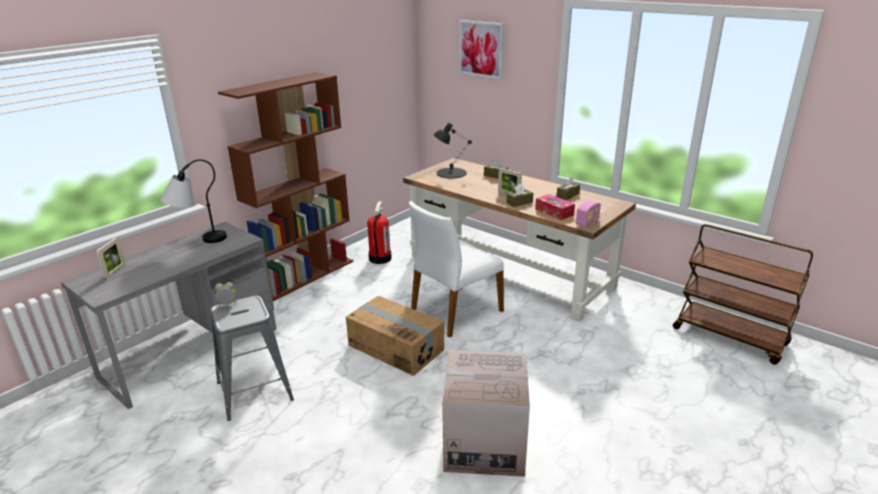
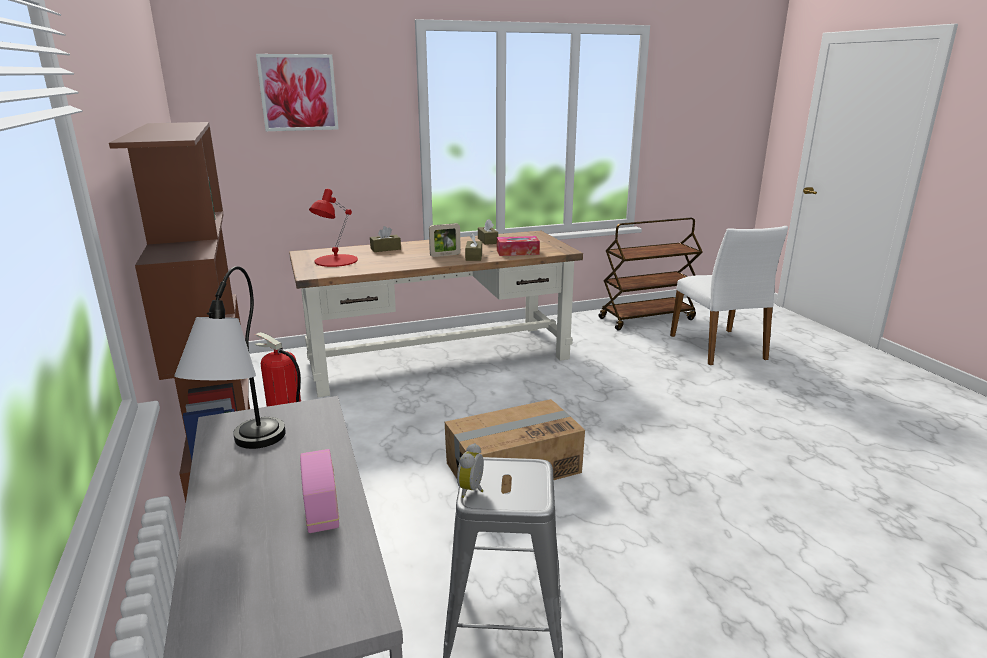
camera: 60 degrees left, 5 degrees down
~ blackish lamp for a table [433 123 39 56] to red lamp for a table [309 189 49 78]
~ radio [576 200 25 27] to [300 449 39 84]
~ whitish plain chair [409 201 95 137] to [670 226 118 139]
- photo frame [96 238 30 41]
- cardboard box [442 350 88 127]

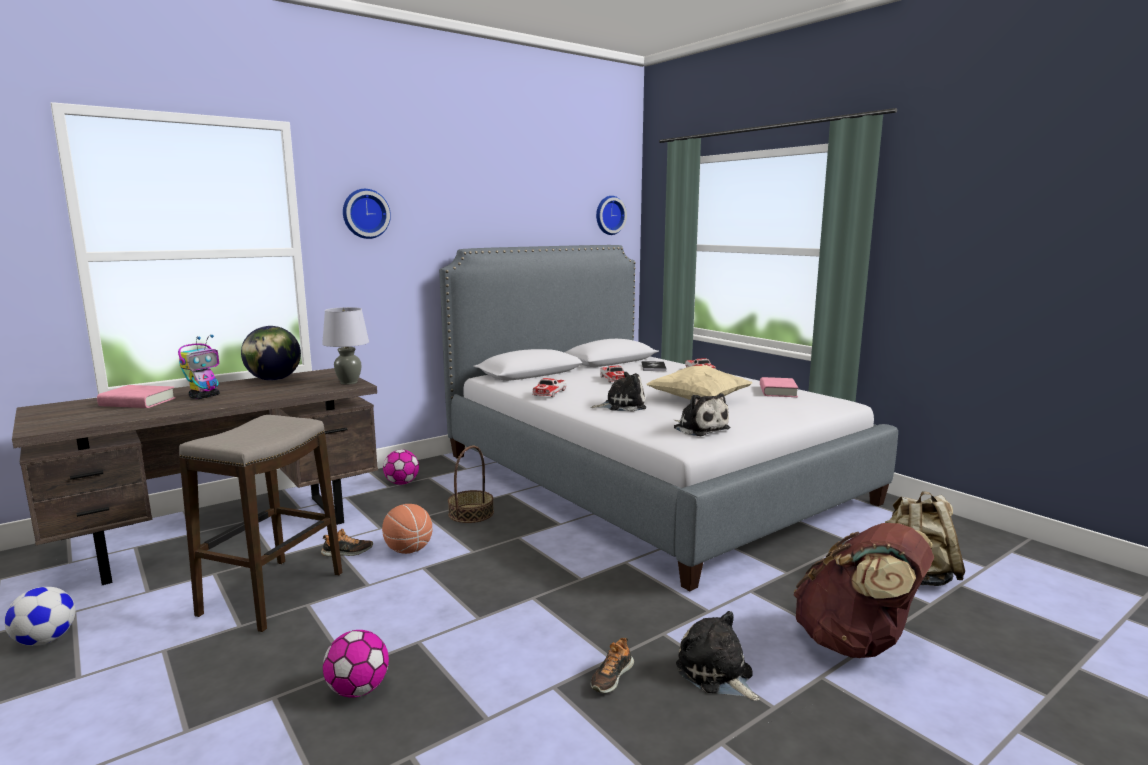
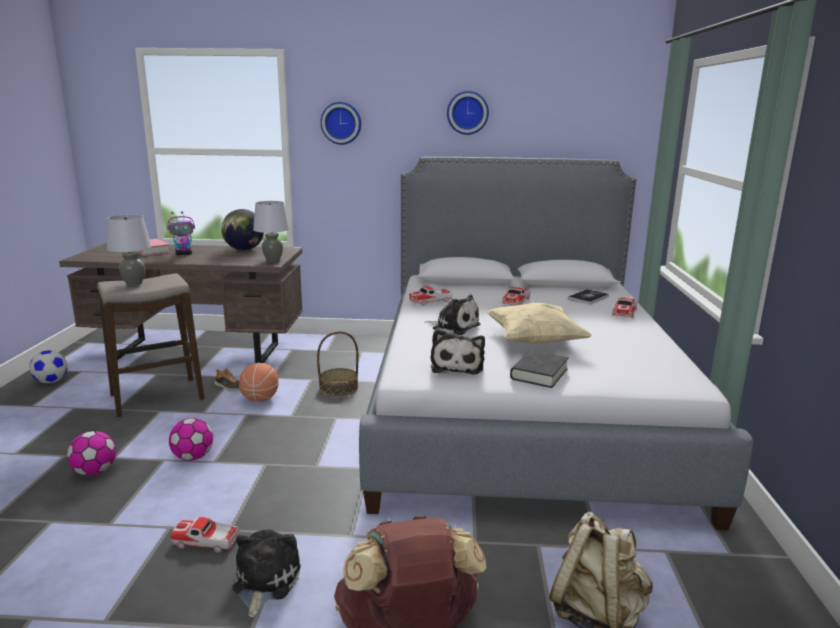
camera: 40 degrees right, 5 degrees up
~ wall clock [596 196 31 39] to [447 91 42 44]
- pinkish bound book [760 377 38 20]
~ football ball [383 450 36 35] to [169 418 44 43]
~ item of footwear [591 638 43 55] to miniature car [170 517 70 36]
+ grey lamp for a table [107 214 45 72]
+ blackish bound book [510 350 59 38]

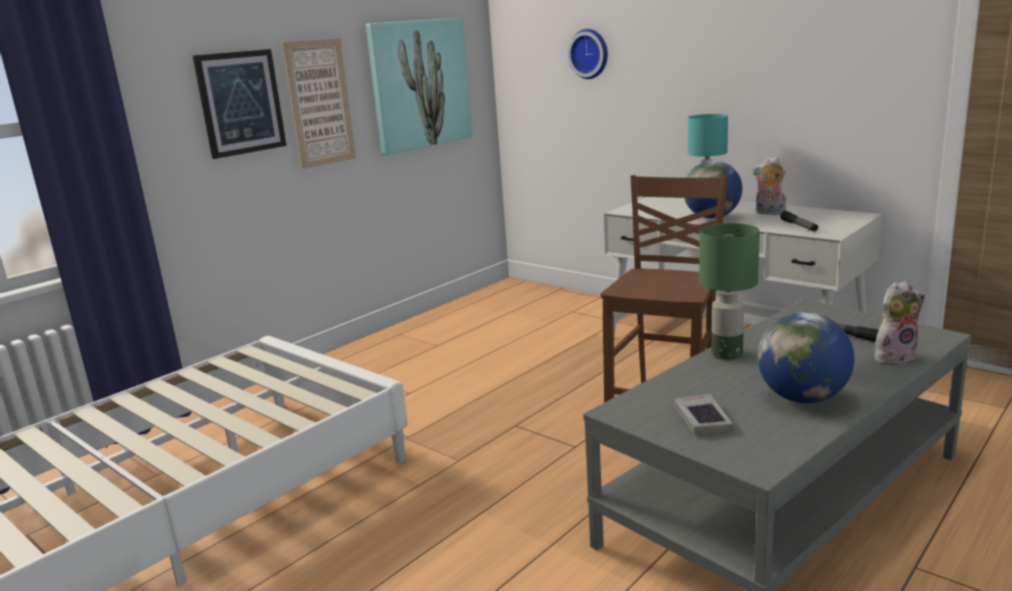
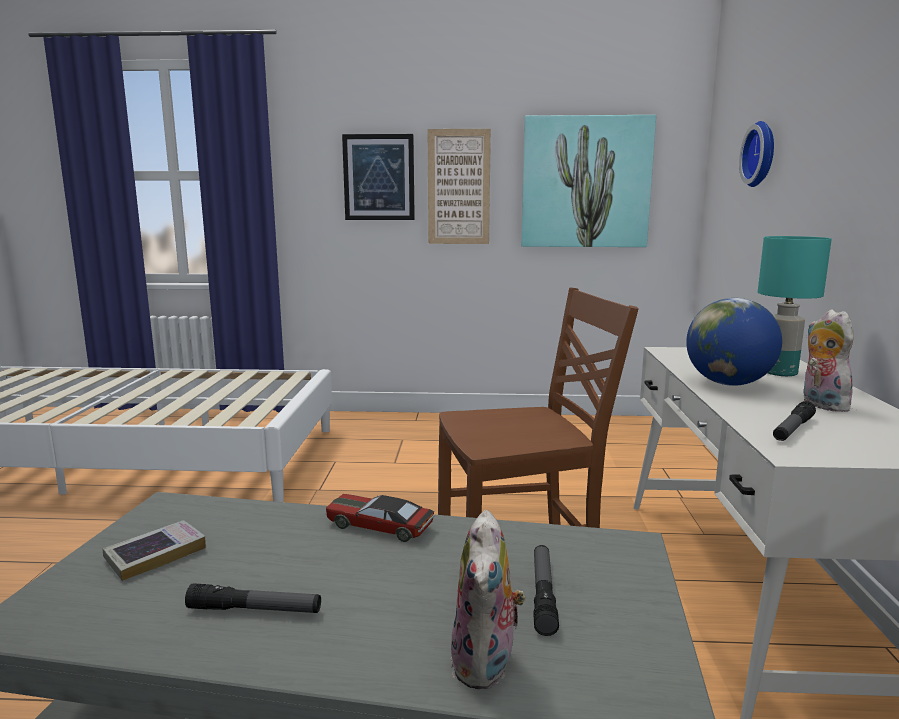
camera: 50 degrees right, 5 degrees down
~ green-coloured lamp for a table [699 223 61 136] to miniature car [326 494 108 48]
~ soft toy [874 281 51 86] = [451 510 75 179] 60 degrees clockwise
~ desk globe [757 312 97 91] to torch [185 583 136 30]

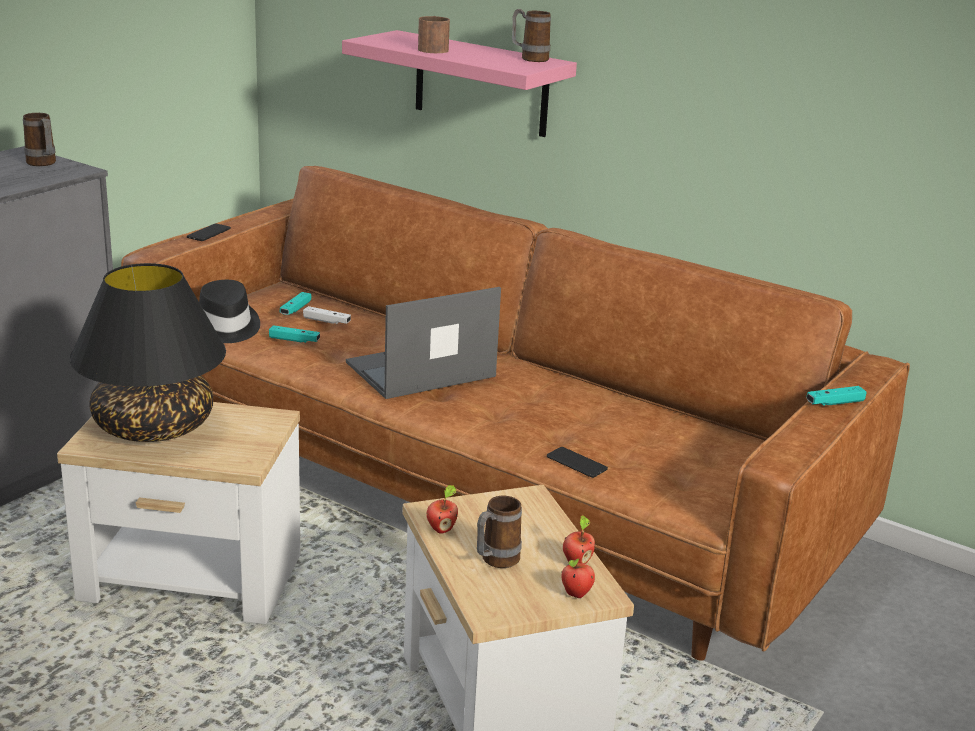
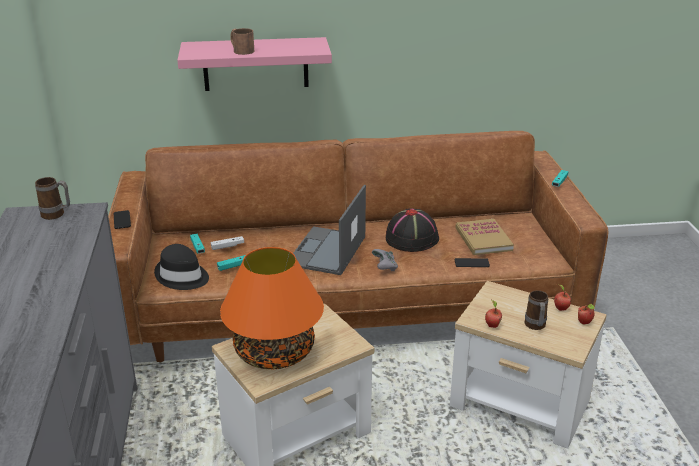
camera: 40 degrees left, 5 degrees up
- coffee mug [512 9 39 53]
~ blackish lamp for a table [70 263 156 179] to orange lamp for a table [220 247 104 122]
+ blackish wearable hat [386 208 53 44]
+ bound book [455 219 59 36]
+ grey gamepad [372 249 26 22]

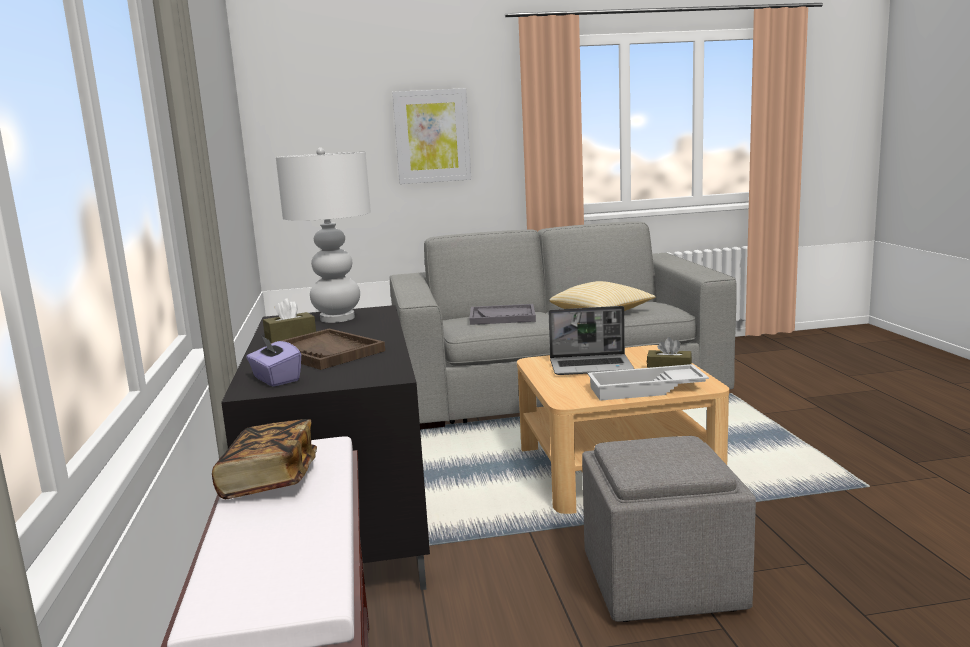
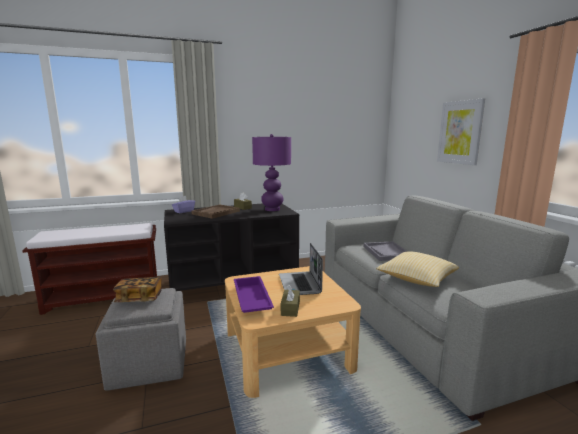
camera: 80 degrees right, 0 degrees up
~ whitish lamp for a table [276 148 95 175] to purple lamp for a table [252 134 39 77]
~ whitish carrying tray [587 364 122 37] to purple carrying tray [234 276 40 37]
~ bound book [212 419 105 80] to [113 277 49 25]

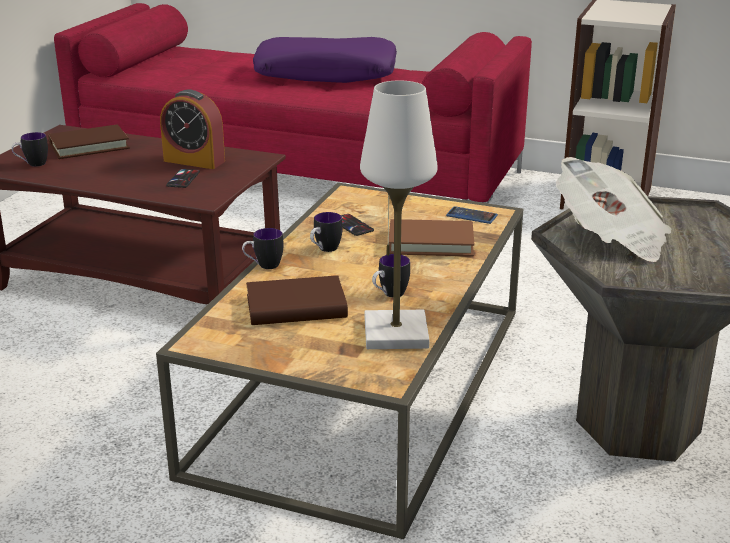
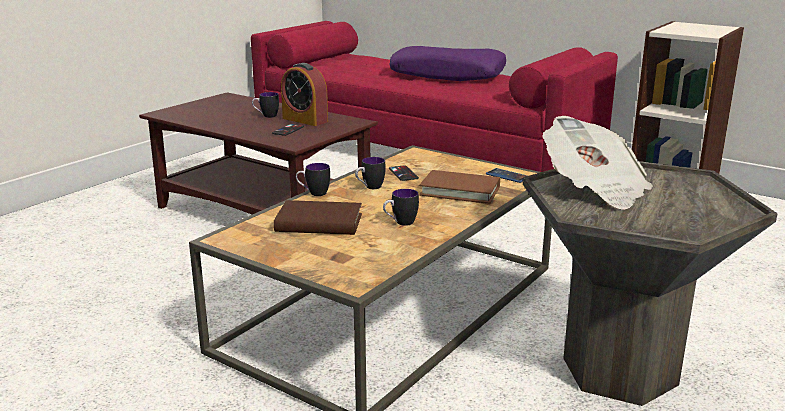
camera: 15 degrees right, 5 degrees down
- whitish lamp for a table [360 81 77 268]
- brown-coloured bound book [48 125 82 34]
~ coffee mug [12 132 36 35] to [252 92 27 26]

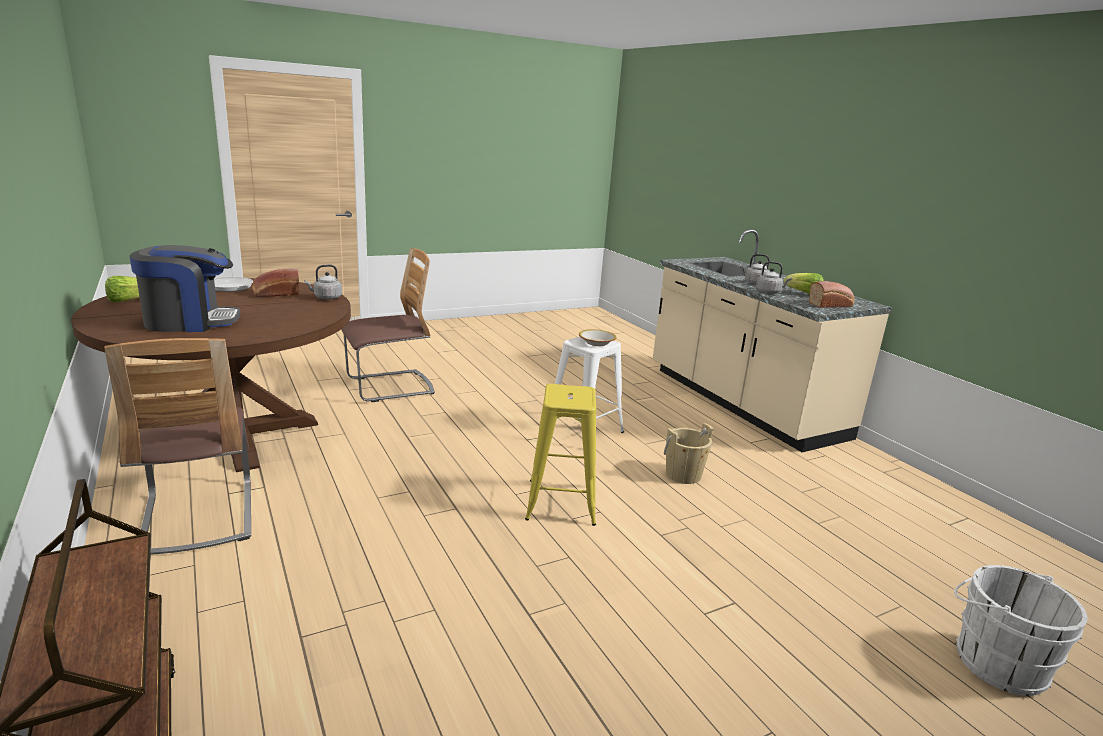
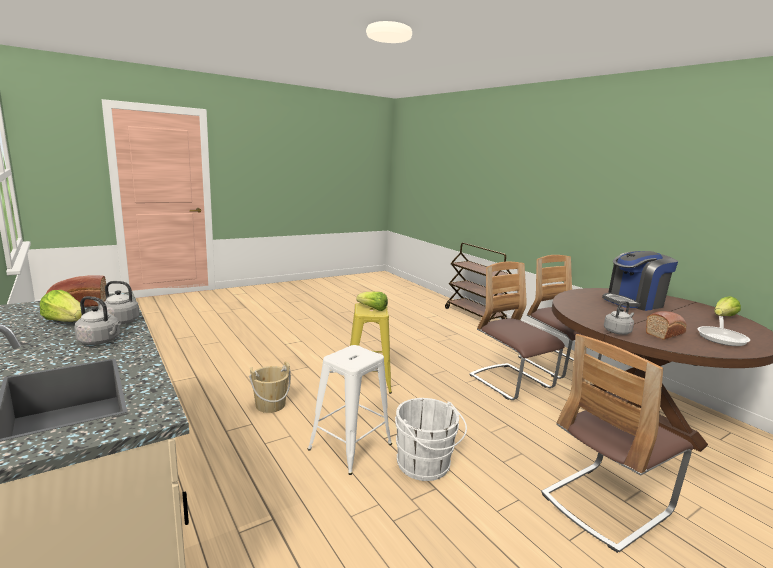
camera: 175 degrees right, 5 degrees down
- serving bowl [579 329 38 17]
~ whitish pail [954 565 134 131] to [395 398 72 83]
+ plain chair [469 261 96 139]
+ lettuce [356 292 32 19]

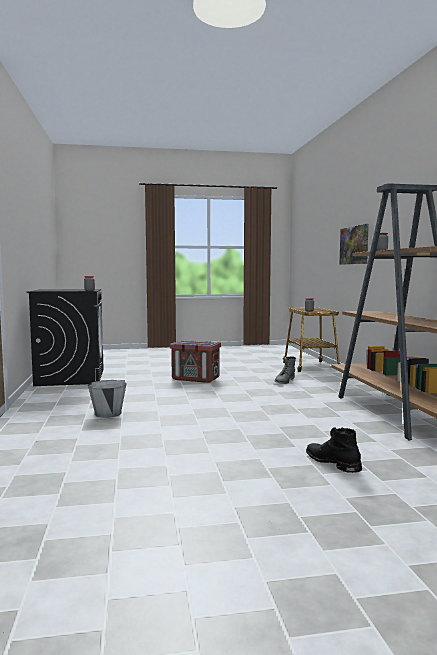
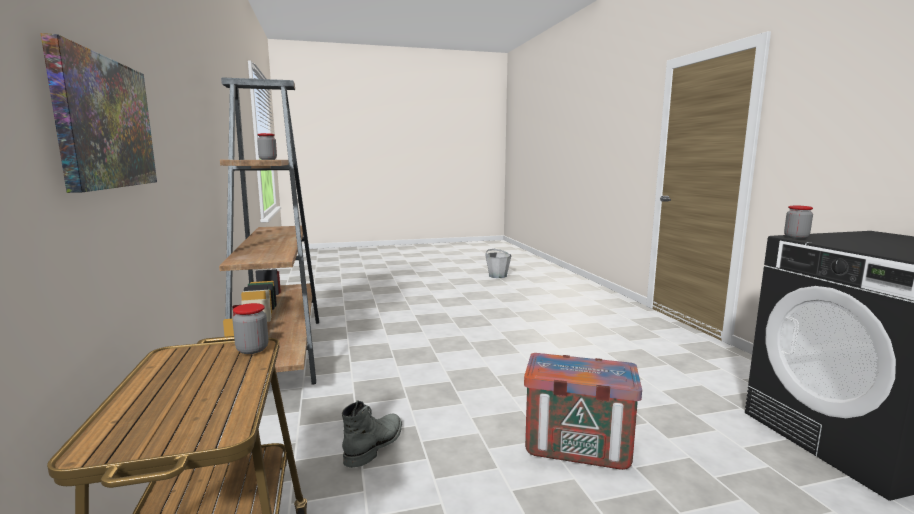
camera: 175 degrees right, 5 degrees up
~ grey pail [88 380 39 38] to [485 249 26 29]
- blackish boot [306 427 56 46]

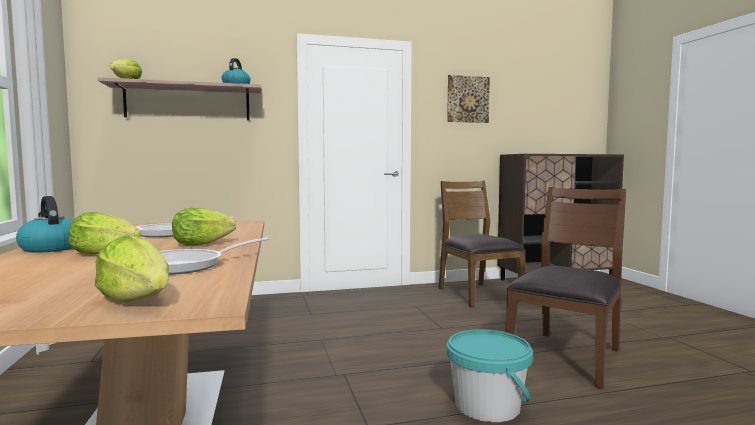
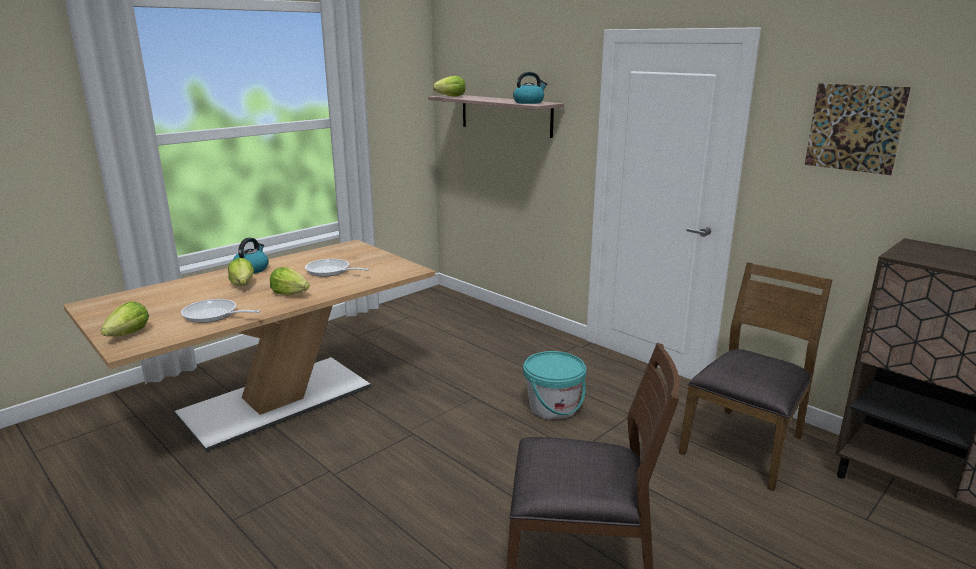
camera: 60 degrees right, 15 degrees up
~ turquoise-coloured pail [446 329 87 93] to [523 351 63 69]

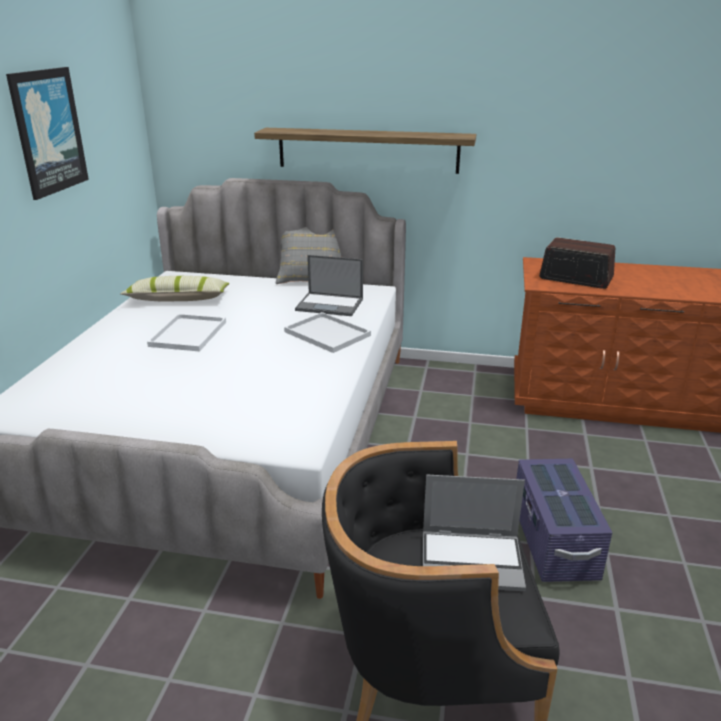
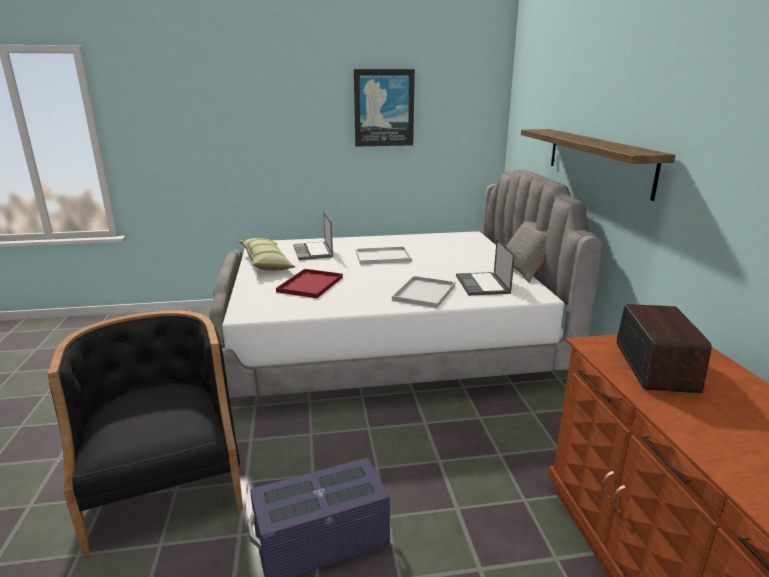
camera: 70 degrees right, 5 degrees down
~ cushion [120 276 110 26] to [239 238 56 32]
~ notebook computer [423 475 103 116] to [293 210 40 50]
+ red carrying tray [276 269 67 29]

